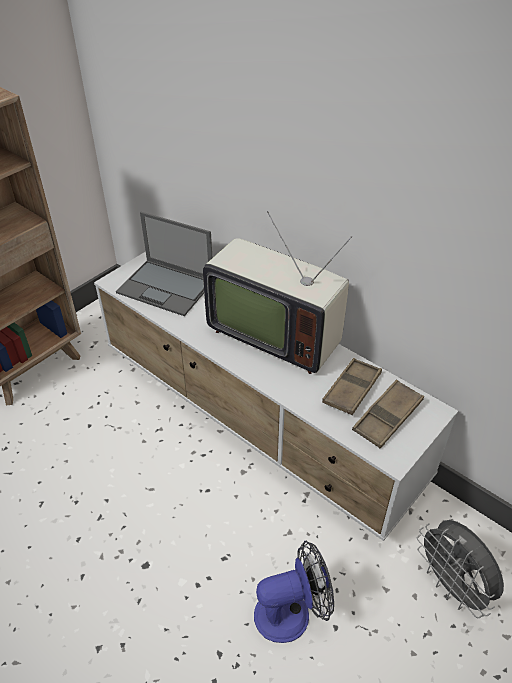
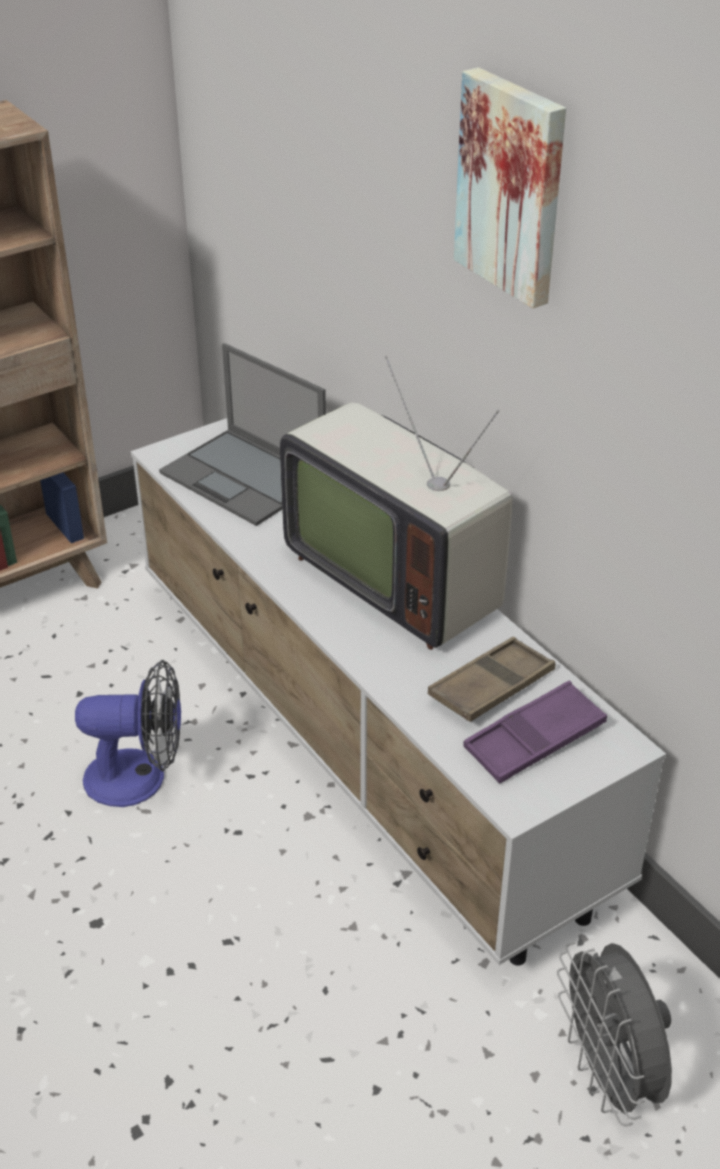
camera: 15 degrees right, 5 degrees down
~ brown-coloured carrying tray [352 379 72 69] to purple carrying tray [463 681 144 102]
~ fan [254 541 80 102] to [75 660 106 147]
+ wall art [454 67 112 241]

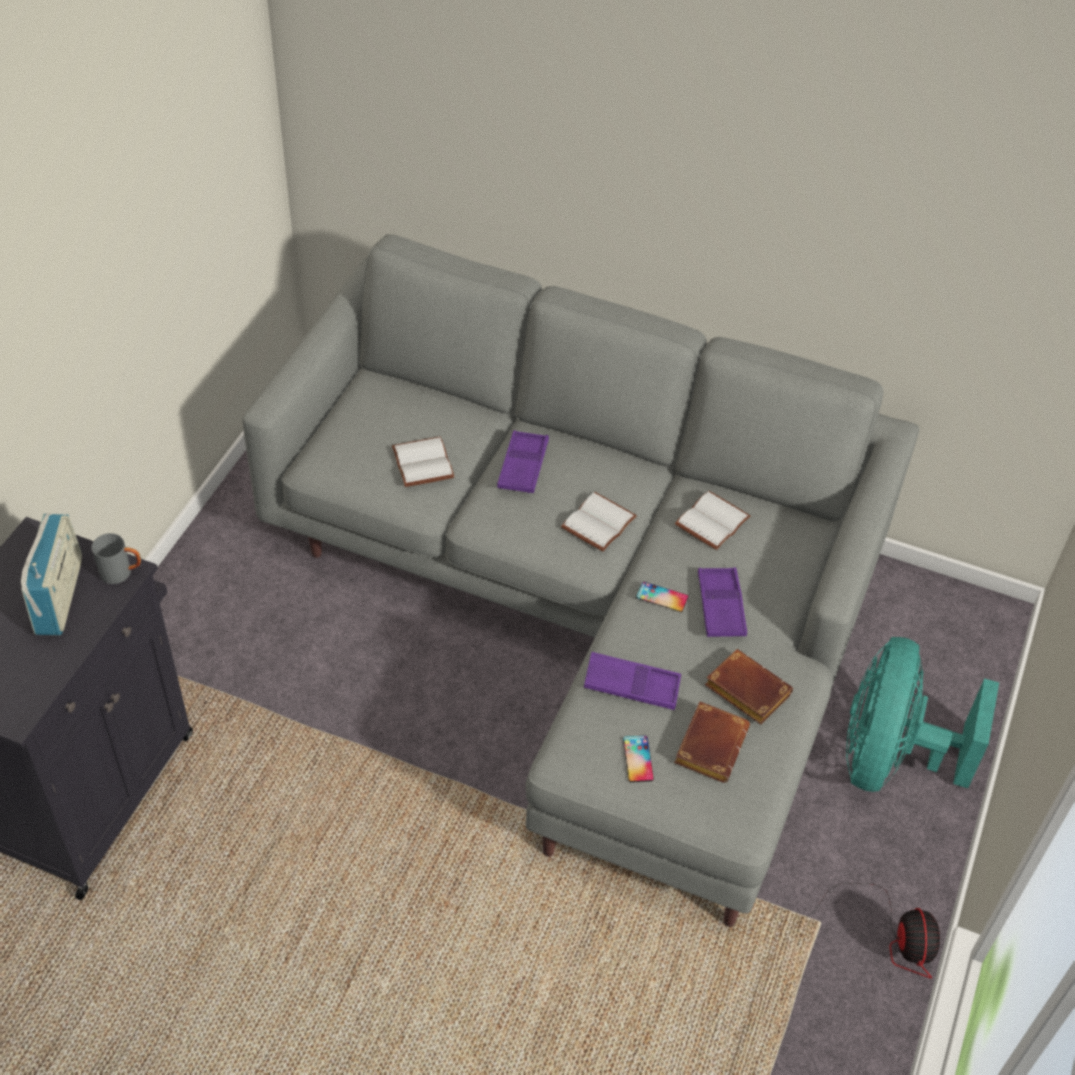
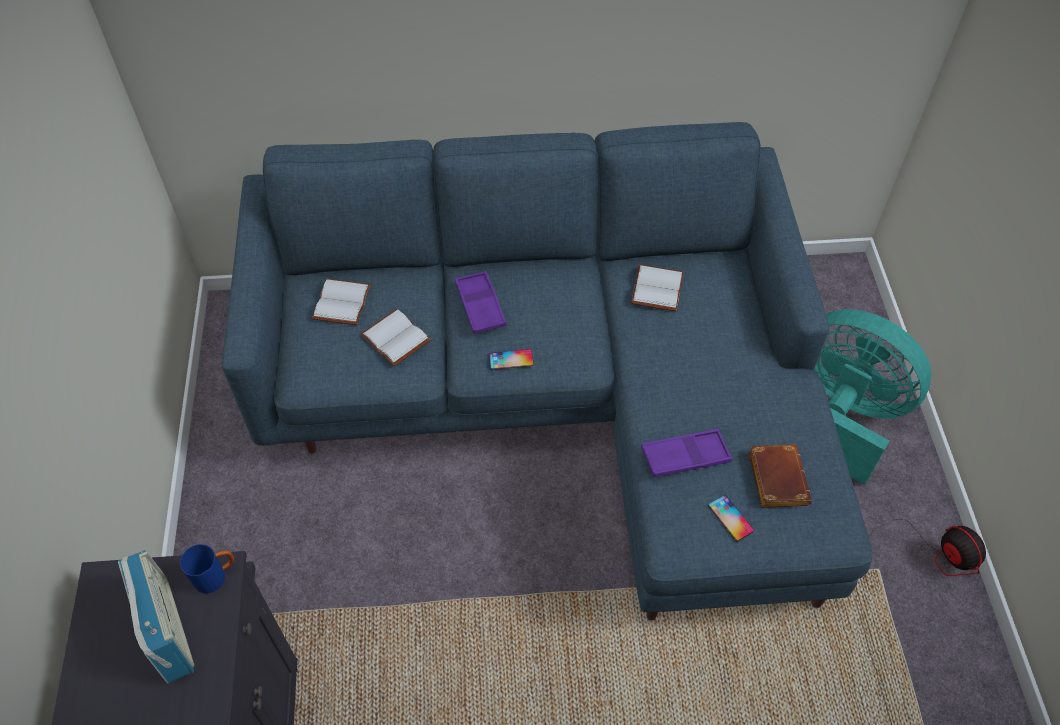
camera: 25 degrees left, 5 degrees up
~ grey sofa [242 234 677 693] to blue sofa [222 122 651 499]
~ whitish bound book [561 492 76 60] to [312 278 59 47]
~ grey coffee mug [91 533 50 51] to blue coffee mug [180 544 54 49]
- purple carrying tray [698 567 49 70]
~ telephone [636 582 52 30] to [489 349 45 21]
~ turquoise-coloured fan [846 637 153 155] = [814 309 117 176] 135 degrees clockwise
- brown-coloured bound book [705 649 88 76]

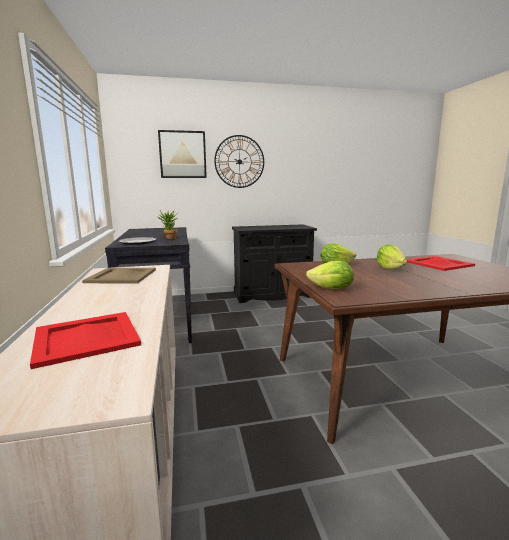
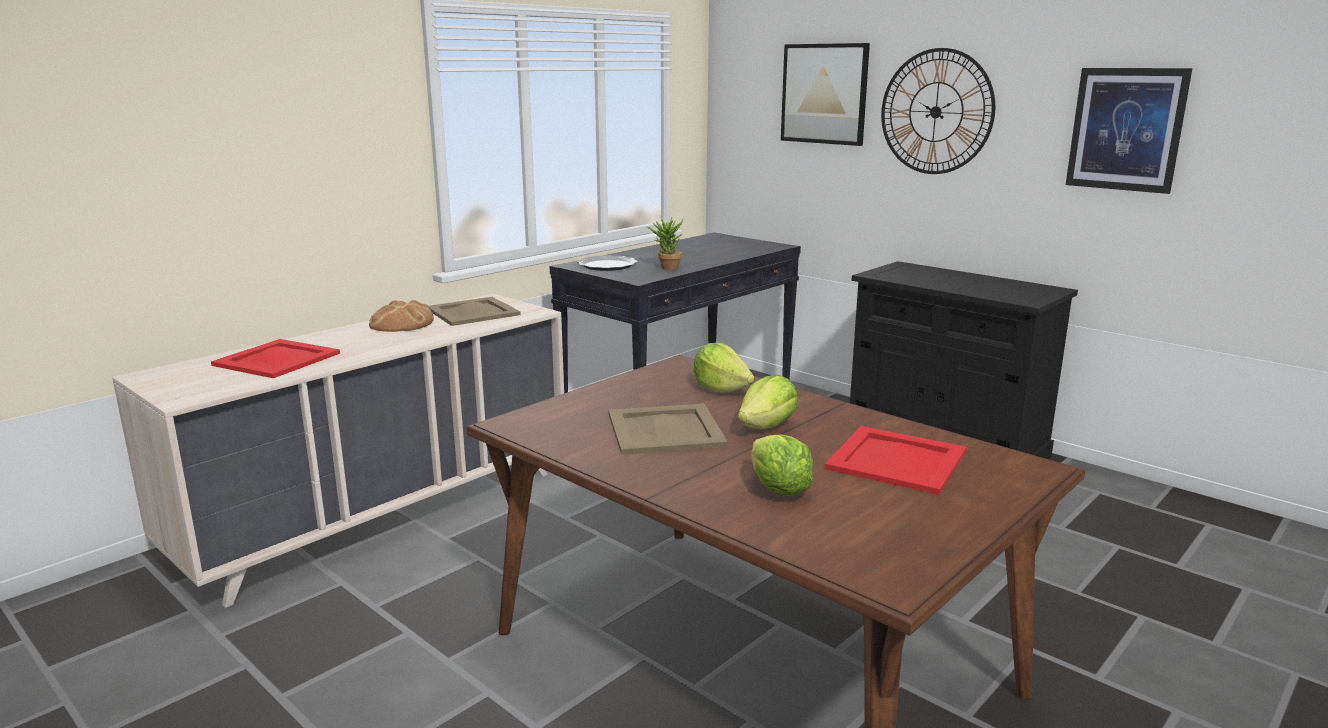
camera: 55 degrees right, 5 degrees up
~ lettuce [306 260 48 29] to [751 434 62 62]
+ wall art [1066 68 126 126]
+ bakery bread [369 300 65 32]
+ beige carrying tray [608 404 120 51]

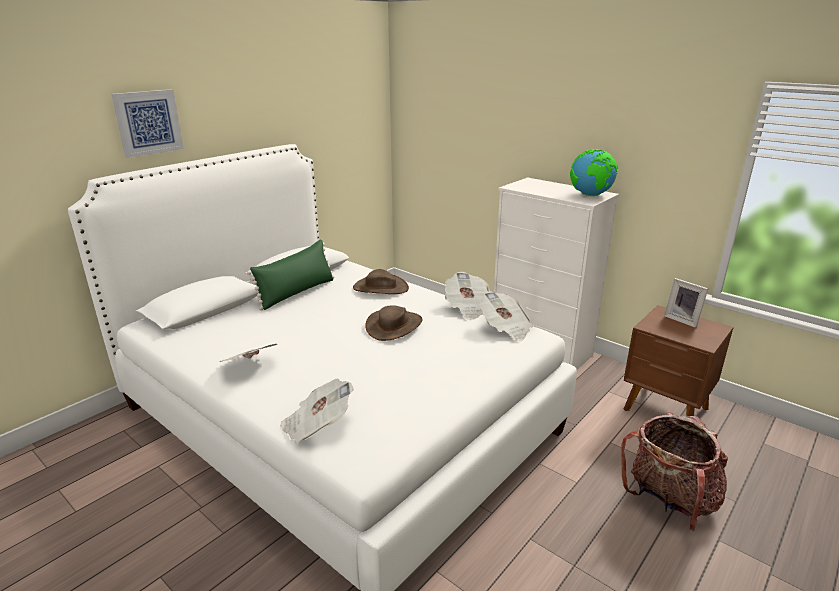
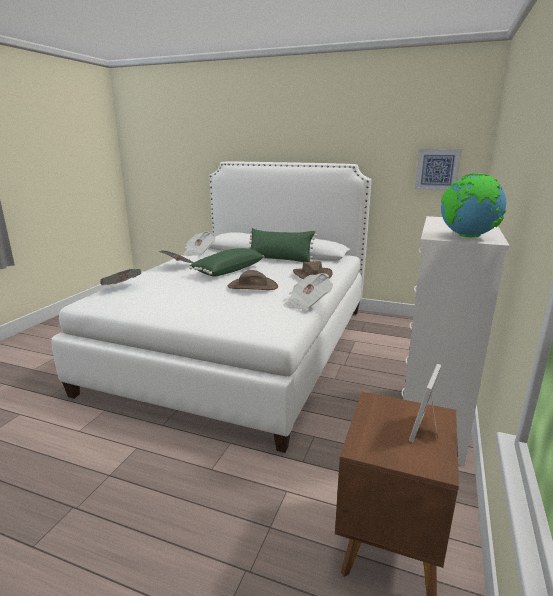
camera: 70 degrees right, 5 degrees down
~ wall art [111 89 73 69] to [415 149 47 42]
~ newspaper [480 291 53 50] to [183 231 32 25]
- rucksack [621 412 107 120]
+ green-coloured cushion [189 248 75 29]

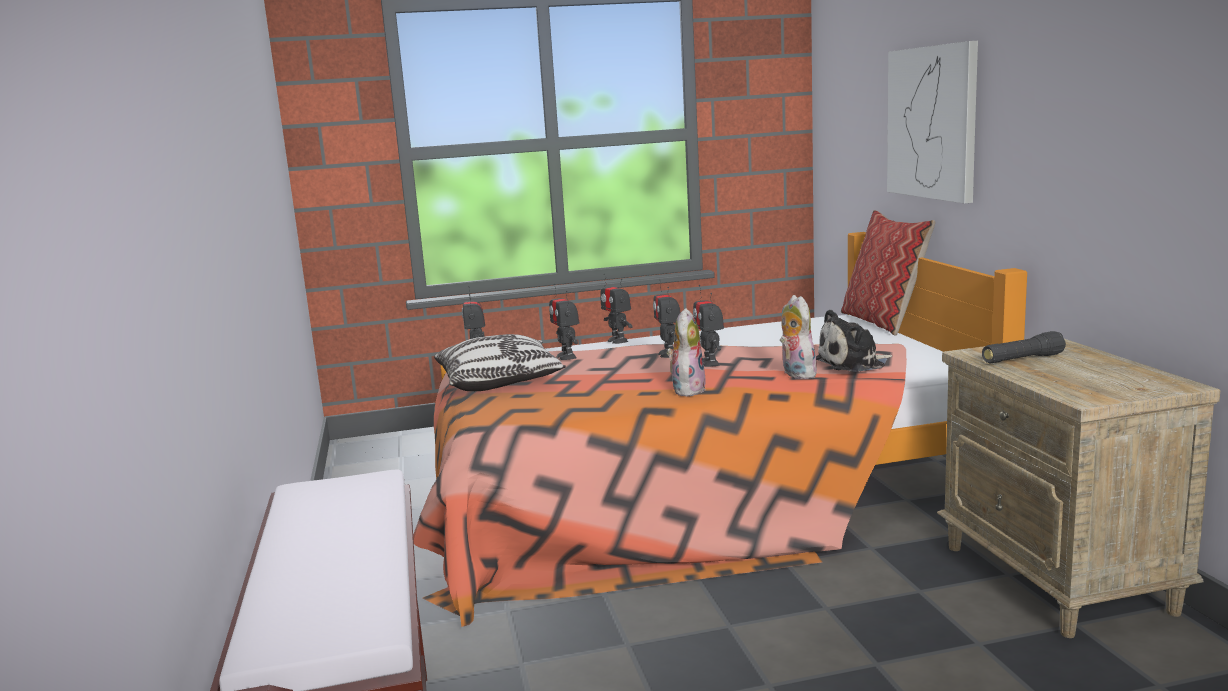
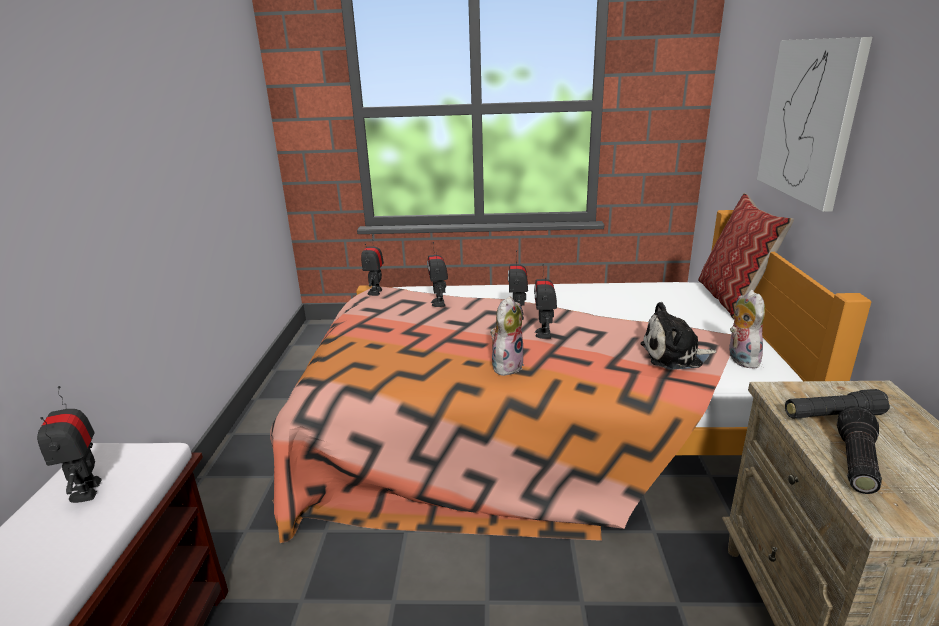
camera: 15 degrees right, 10 degrees up
~ model robot [600 274 32 70] to [37 386 64 117]
~ soft toy [780 295 37 84] to [729 290 36 78]
- cushion [434 334 132 57]
+ torch [837 406 45 88]

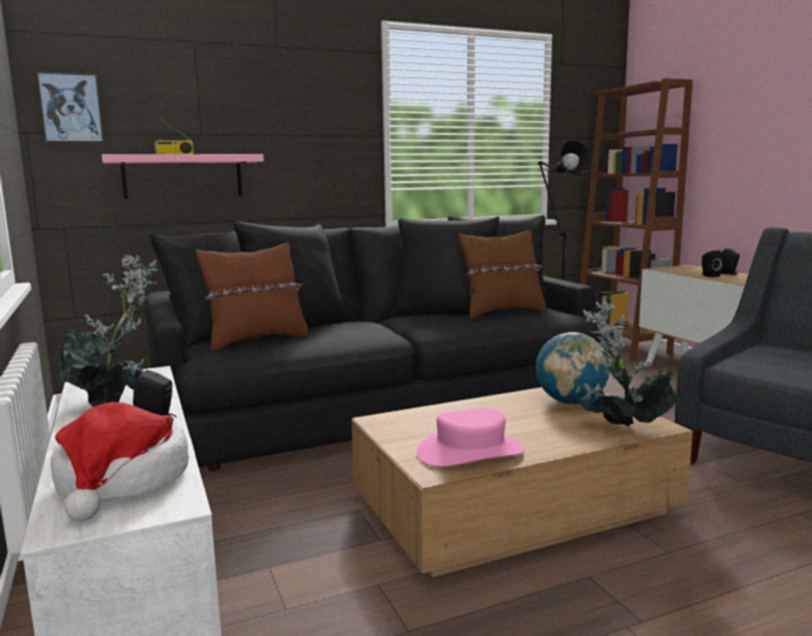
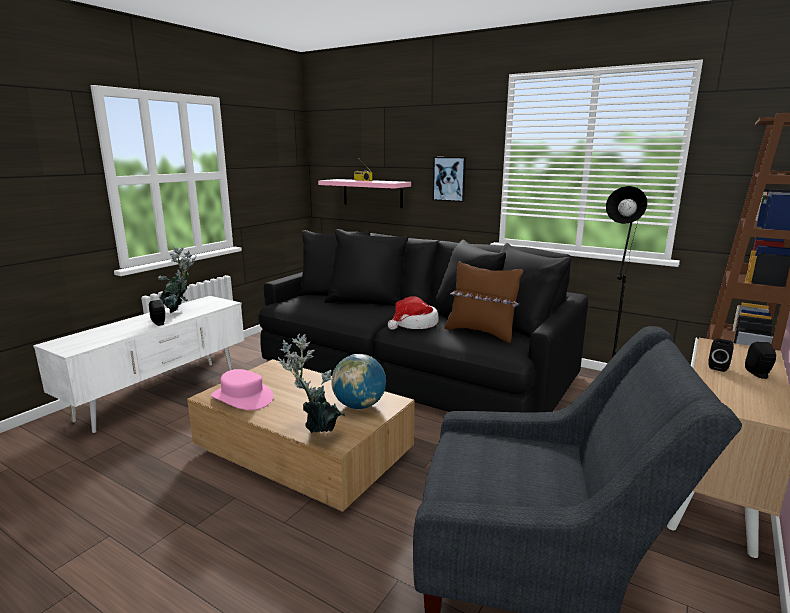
camera: 55 degrees right, 5 degrees up
~ wall art [36 71 68 72] to [433 157 33 45]
- brown-coloured cushion [196 243 113 108]
~ wearable hat [51 402 138 119] to [388 296 51 34]

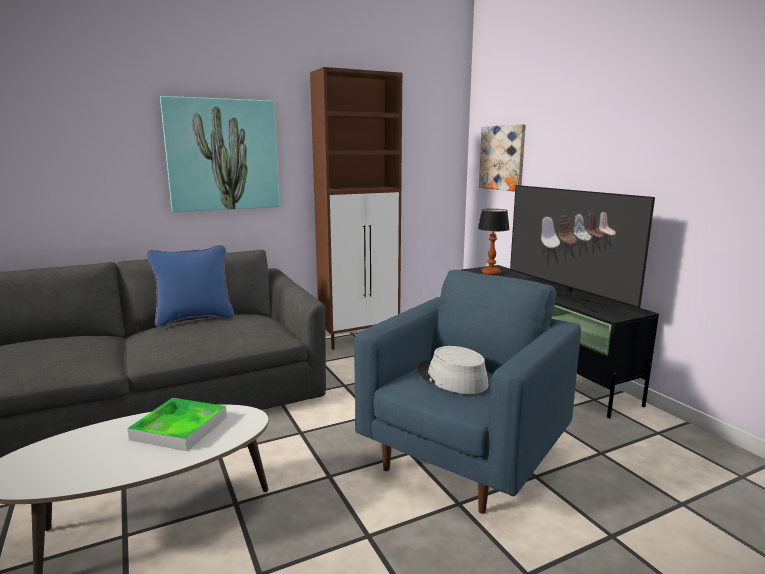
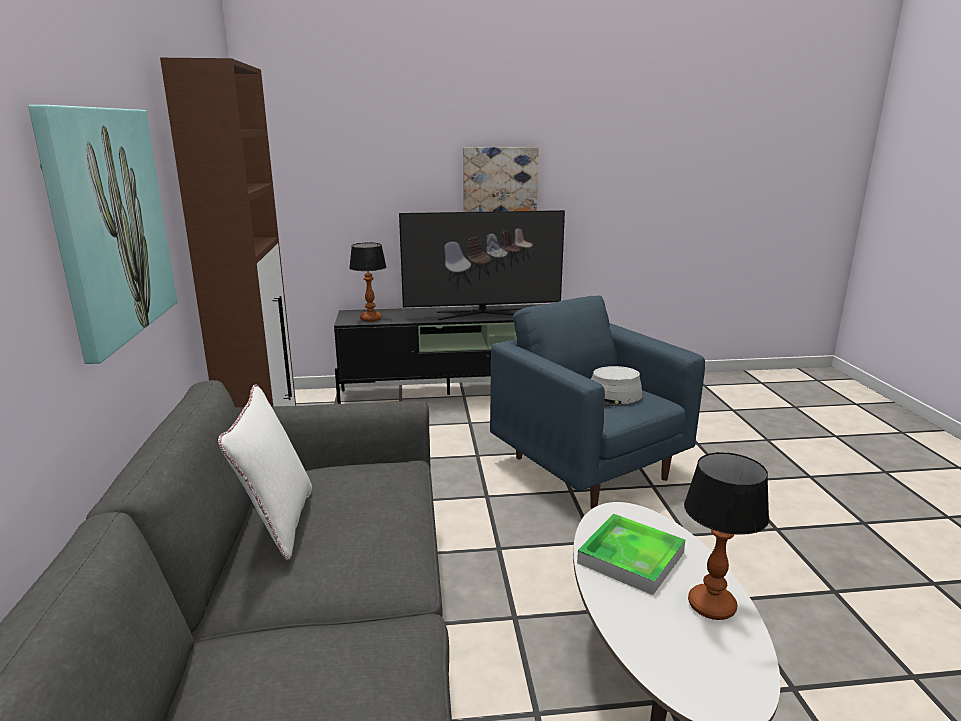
camera: 70 degrees left, 5 degrees up
~ wall art [479 124 47 68] to [463 147 76 65]
~ blue cushion [147 245 87 82] to whitish cushion [218 385 94 175]
+ lamp for a table [684 452 85 168]

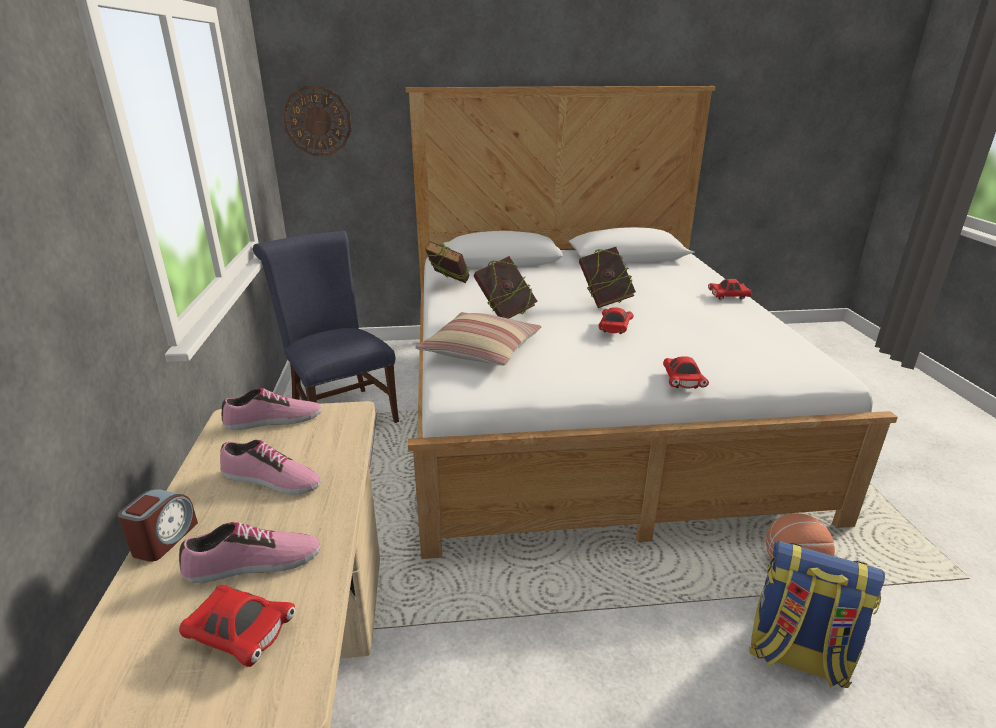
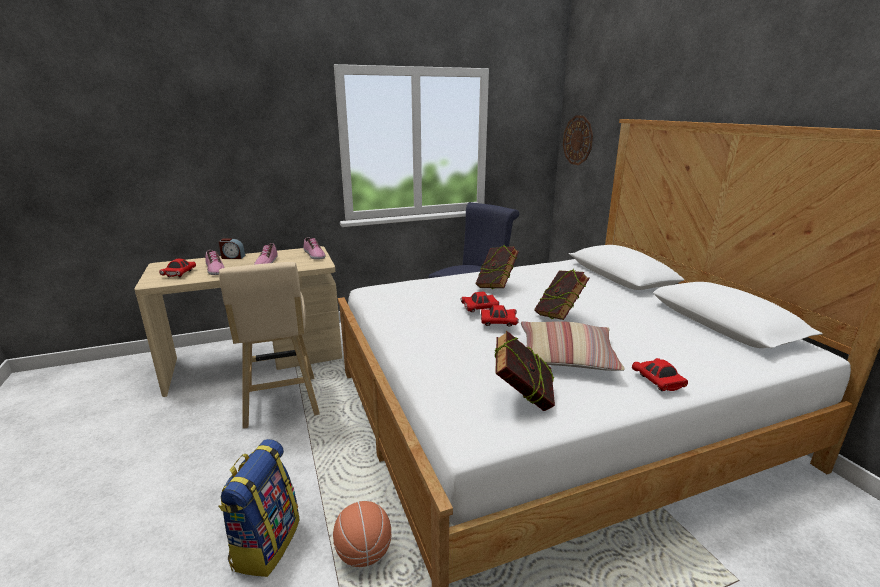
camera: 75 degrees right, 5 degrees down
~ bound book [425 241 44 42] to [495 331 60 80]
~ cushion [415 312 127 54] to [521 321 104 50]
~ red miniature car [663 357 46 32] to [460 292 39 20]
+ beige stool [219 262 101 167]

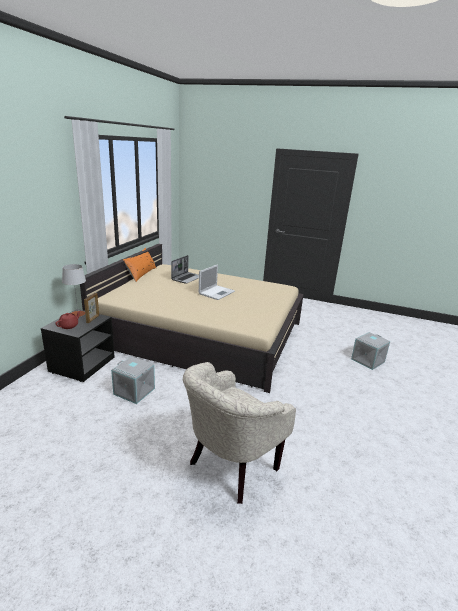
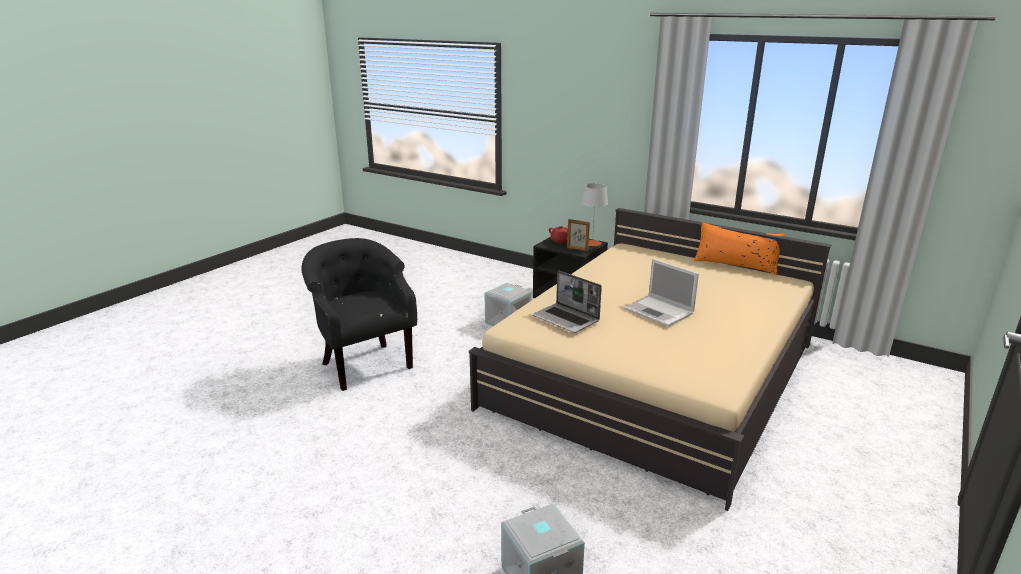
camera: 105 degrees right, 0 degrees up
~ notebook computer [171 255 28 29] to [532 270 70 63]
~ beige lounge chair [183 362 113 142] to blackish lounge chair [301 238 116 153]

